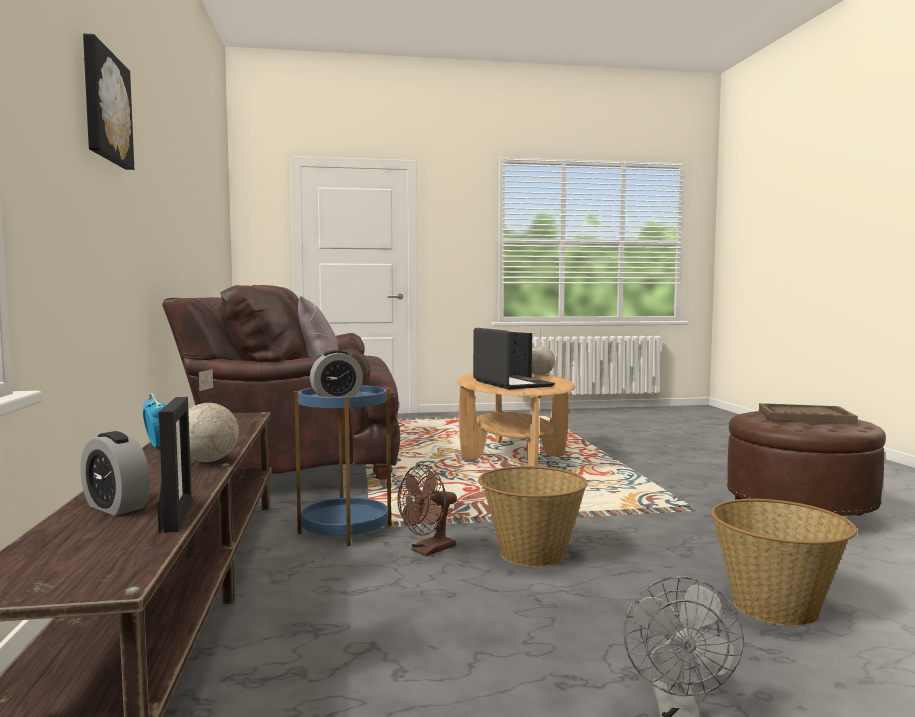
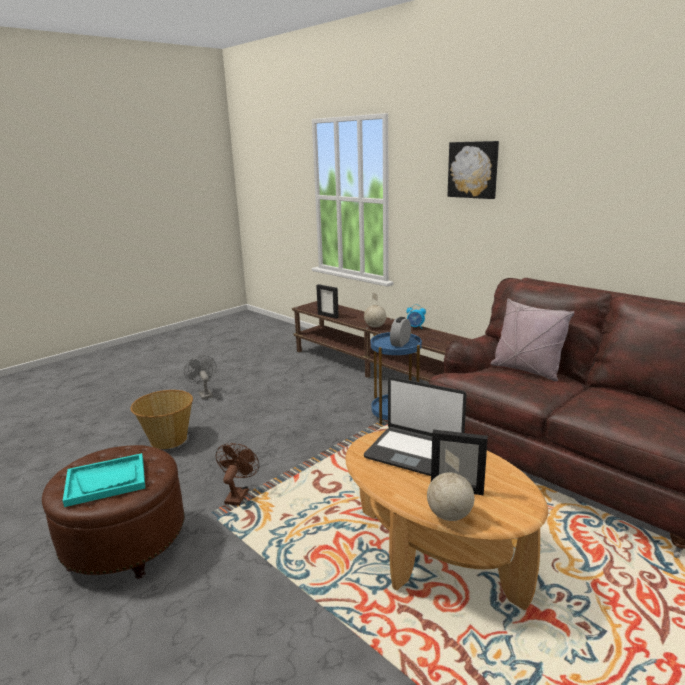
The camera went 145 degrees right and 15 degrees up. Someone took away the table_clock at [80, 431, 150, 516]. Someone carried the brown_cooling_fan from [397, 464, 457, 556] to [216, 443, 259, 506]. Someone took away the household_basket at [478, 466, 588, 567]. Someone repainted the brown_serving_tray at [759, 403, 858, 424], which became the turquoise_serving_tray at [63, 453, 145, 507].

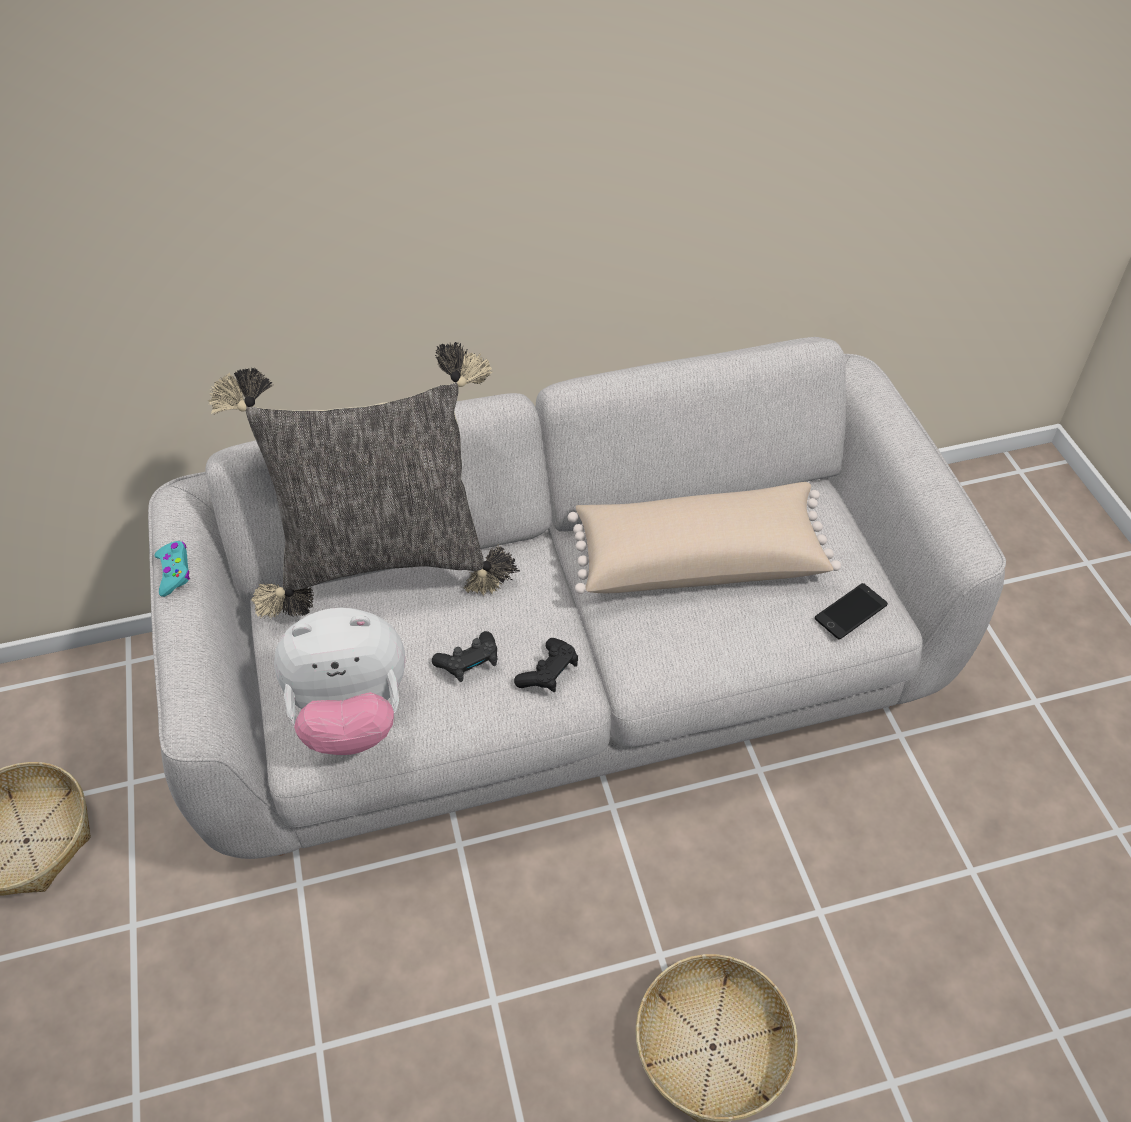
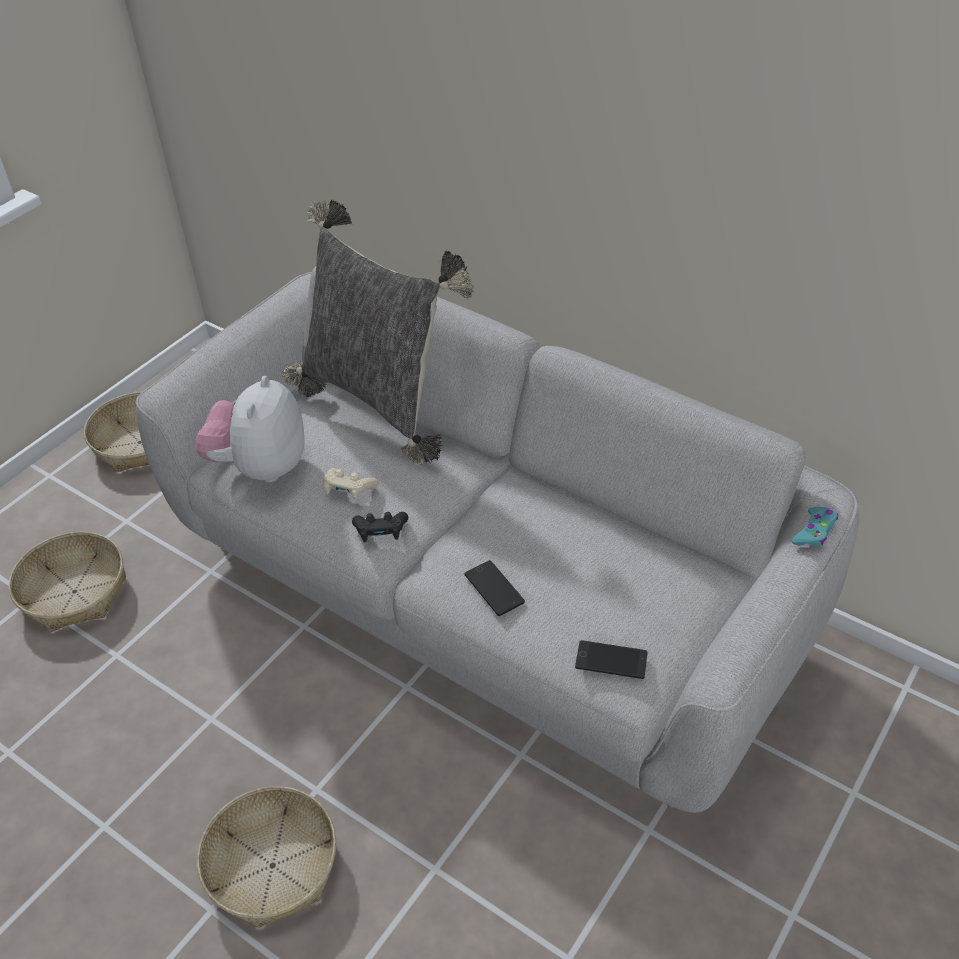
The camera went 50 degrees right and 5 degrees down. Someone carried the turquoise_gamepad from [154, 541, 190, 597] to [792, 507, 838, 546]. Someone rotated the plush_toy at [274, 608, 405, 755] by 60 degrees clockwise. Someone repainted the black-coloured_gamepad at [432, 631, 497, 682], which became the beige_gamepad at [323, 468, 379, 501]. Someone took away the beige_pillow at [568, 482, 841, 594]. Someone put down the household_basket at [9, 531, 126, 632]. Someone put down the telephone at [464, 560, 525, 616].

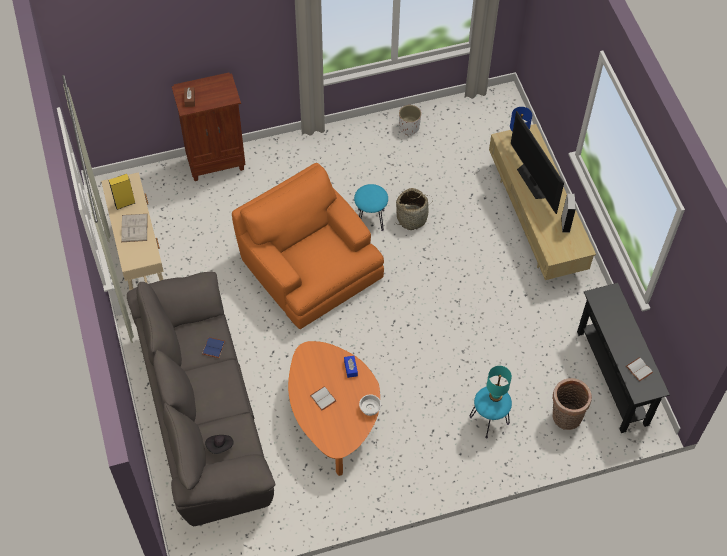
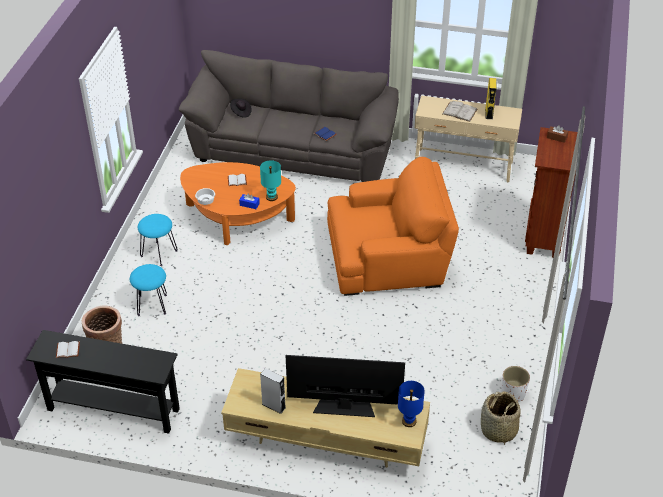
The camera went 120 degrees right and 15 degrees down. Someone carried the turquoise_stool_seat from [354, 184, 388, 231] to [138, 214, 178, 266]. Someone carried the household_basket from [396, 188, 431, 230] to [481, 391, 520, 445]. Someone carried the turquoise_table_lamp from [487, 366, 512, 402] to [260, 160, 281, 201].

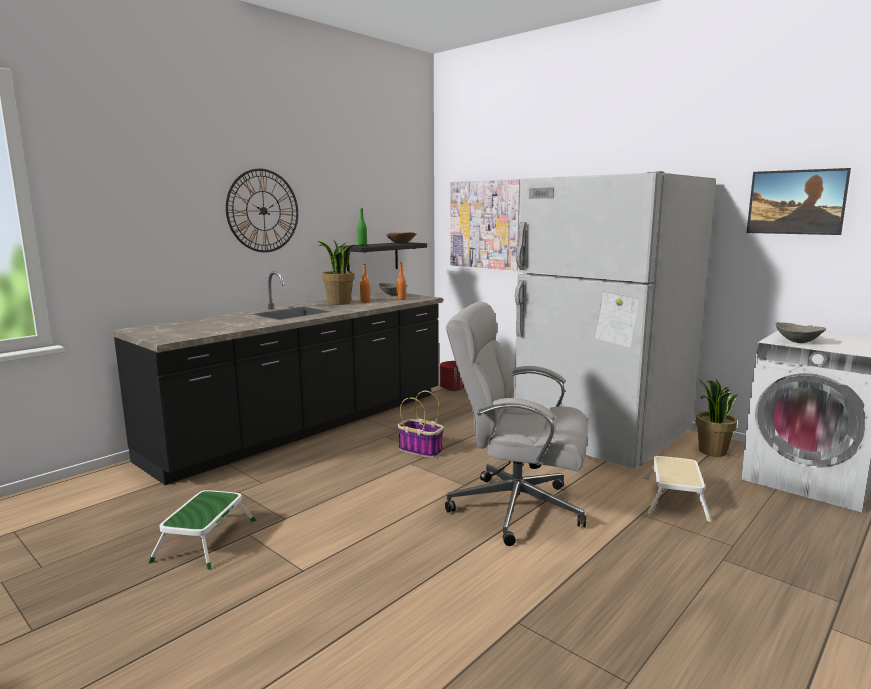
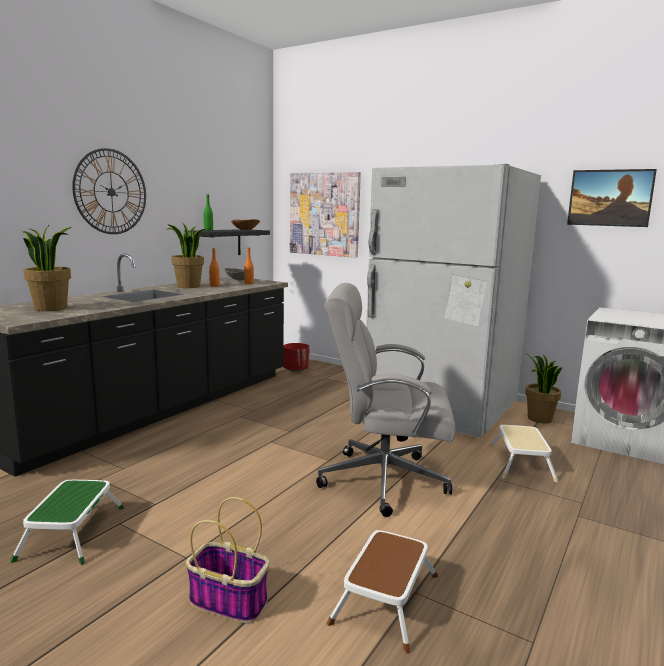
The camera went 10 degrees left and 0 degrees up. Someone carried the household_basket from [397, 391, 444, 458] to [186, 497, 269, 624]. Someone took away the gray_deep_dish at [776, 322, 826, 343]. Someone put down the houseplant at [22, 225, 72, 311]. Someone put down the brown_stepladder at [327, 530, 438, 653].

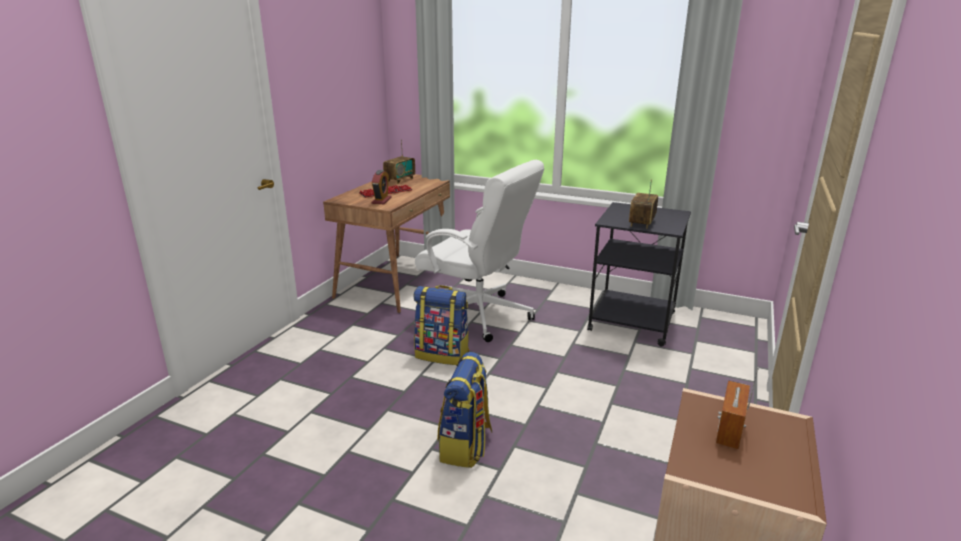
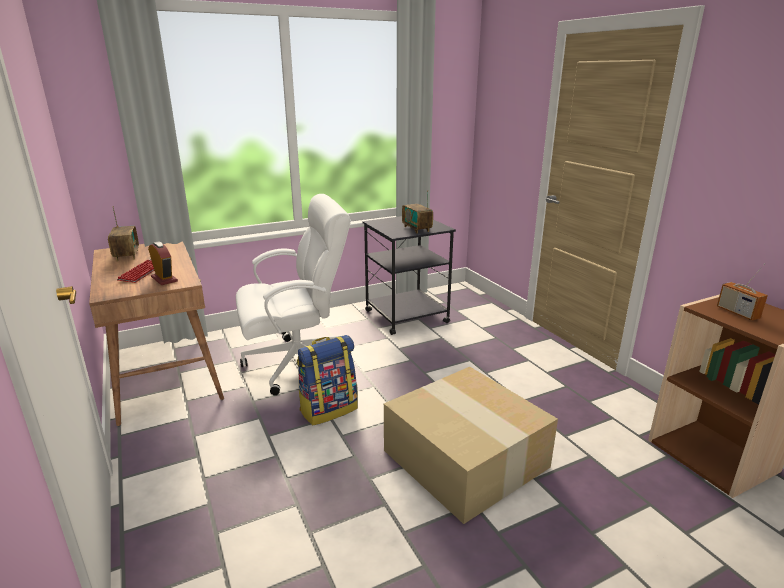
The camera went 50 degrees left and 0 degrees up. Someone swapped the knapsack at [438, 352, 492, 468] for the packing_box at [384, 367, 558, 524].

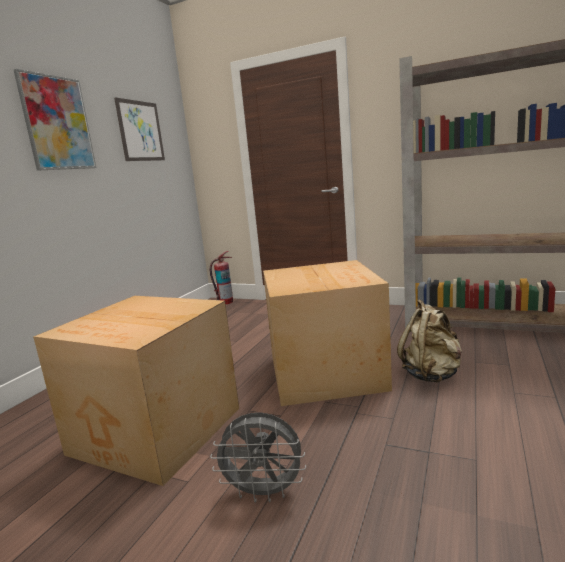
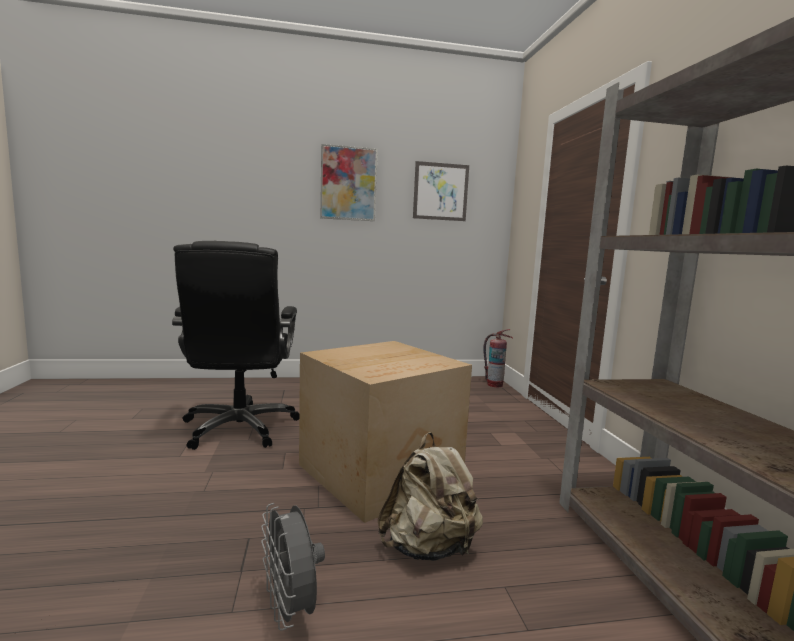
The camera went 55 degrees right and 5 degrees down. Someone swapped the packing_box at [33, 296, 239, 486] for the black-coloured_computer_chair at [172, 241, 299, 450]. Someone carried the gray_cooling_fan from [210, 413, 306, 503] to [261, 503, 325, 631].

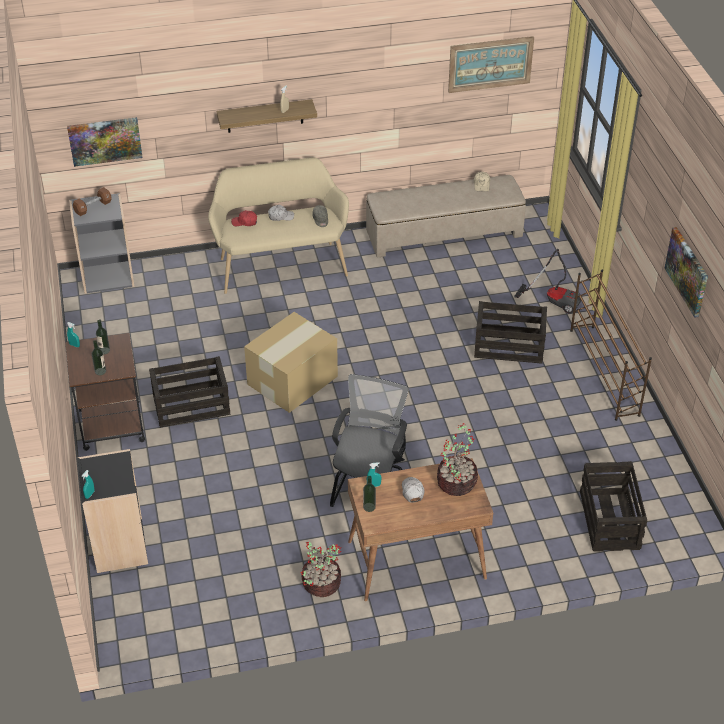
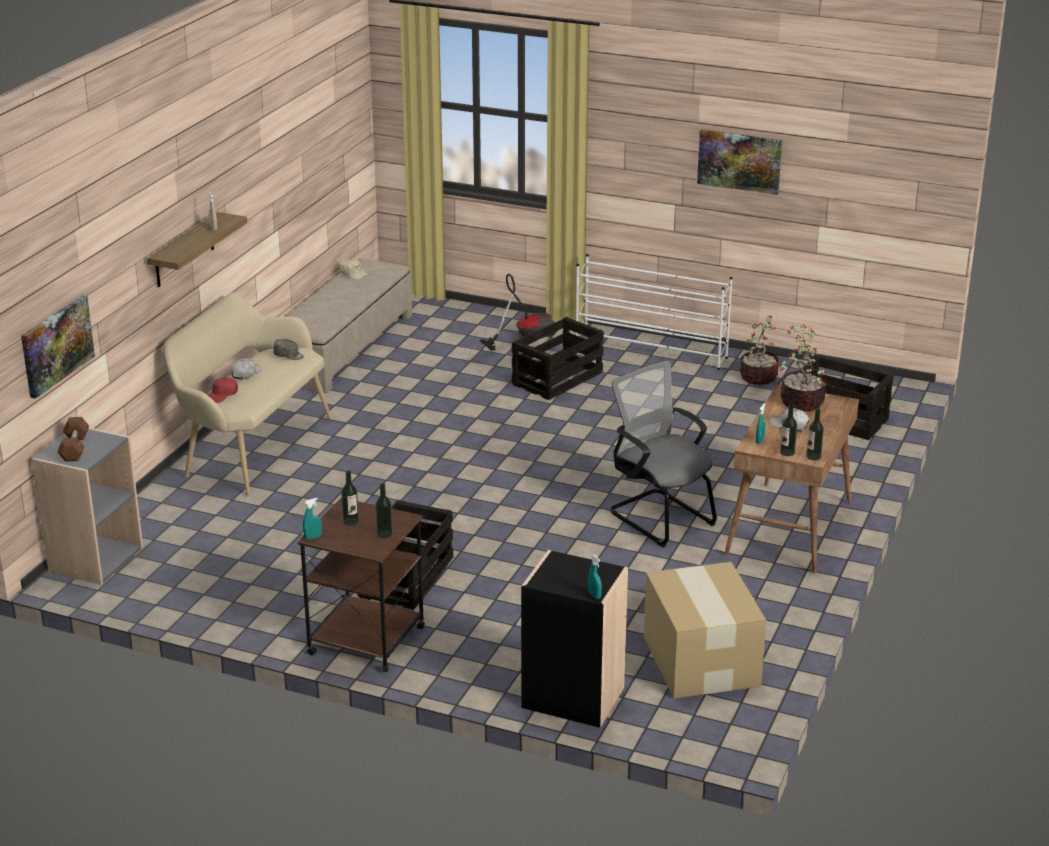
The camera went 55 degrees left and 15 degrees down. Someone carried the packing_box from [244, 312, 338, 413] to [644, 562, 766, 699]. Someone carried the houseplant from [301, 542, 341, 597] to [740, 315, 779, 385]. Someone took away the picture at [448, 36, 534, 93]. Someone repainted the brown_shoe_stand at [570, 270, 652, 421], which became the white_shoe_stand at [576, 254, 733, 370]. Someone put down the beverage_bottle at [806, 408, 824, 460].

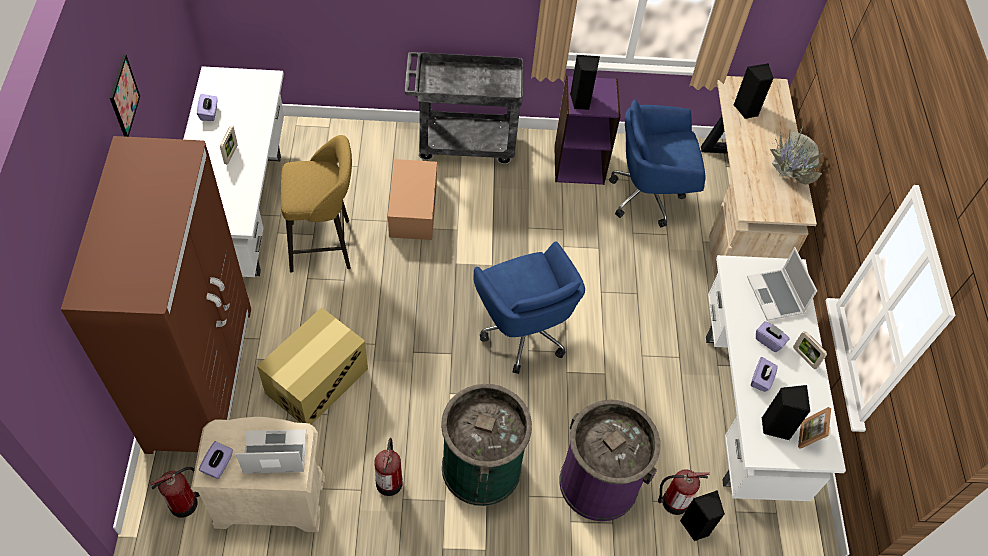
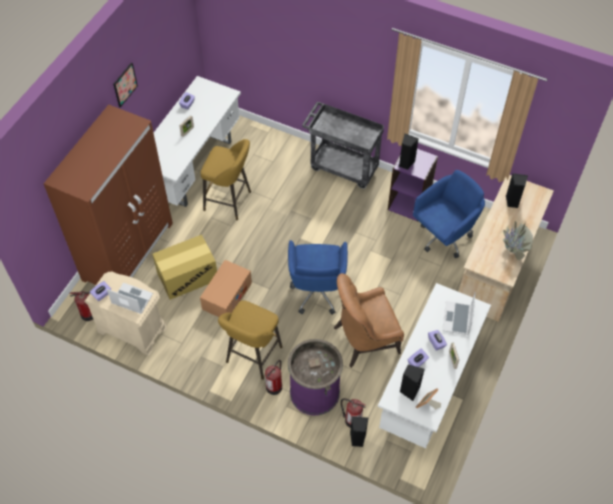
The camera went 30 degrees right and 0 degrees up. Someone carried the extinguisher from [374, 438, 403, 496] to [265, 360, 282, 395]. Someone carried the packing_box from [388, 159, 437, 240] to [200, 260, 252, 317]. Someone swapped the green_rubbish_bin at [441, 384, 532, 506] for the yellow_stool_seat at [218, 300, 283, 380]. Someone rotated the blue-coloured_computer_chair at [609, 100, 705, 227] by 120 degrees clockwise. Someone put down the brown_chair at [334, 273, 404, 368].

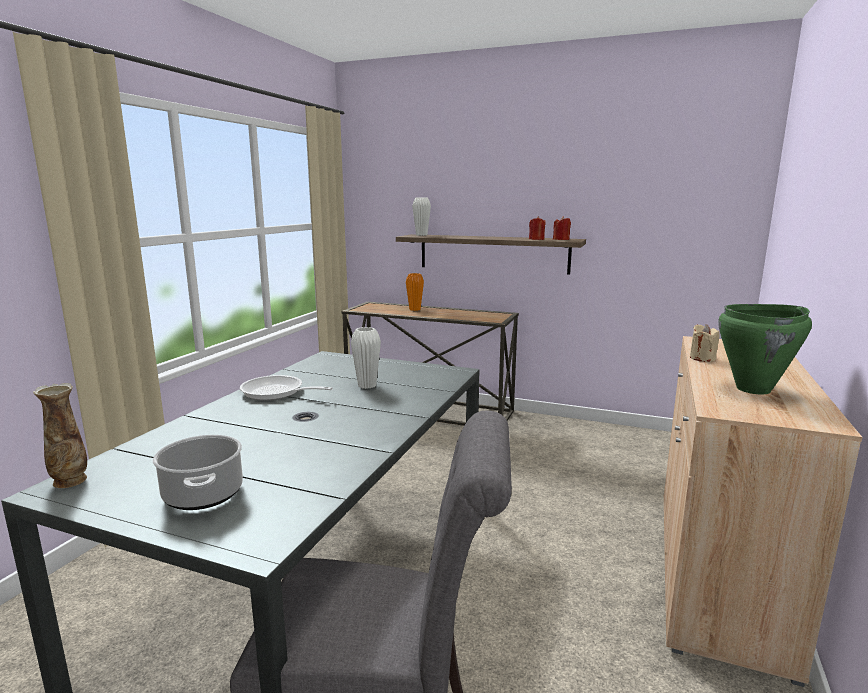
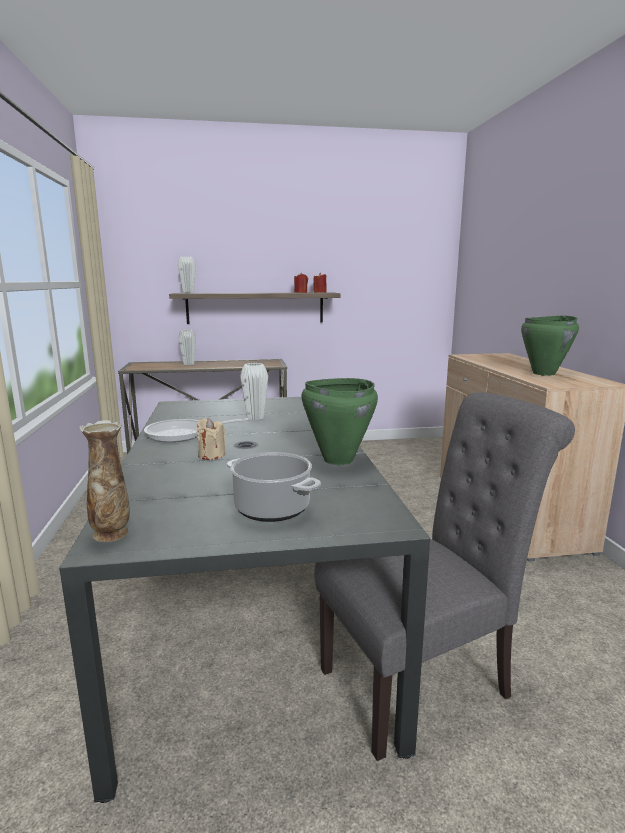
The camera went 30 degrees left and 0 degrees up. Someone repainted the orange-coloured_decorative_vase at [406, 273, 424, 311], which became the white_decorative_vase at [178, 329, 196, 365]. Someone carried the beige_candle from [690, 324, 720, 362] to [197, 418, 226, 460]. Someone put down the green_cooking_pot at [302, 378, 378, 465].

